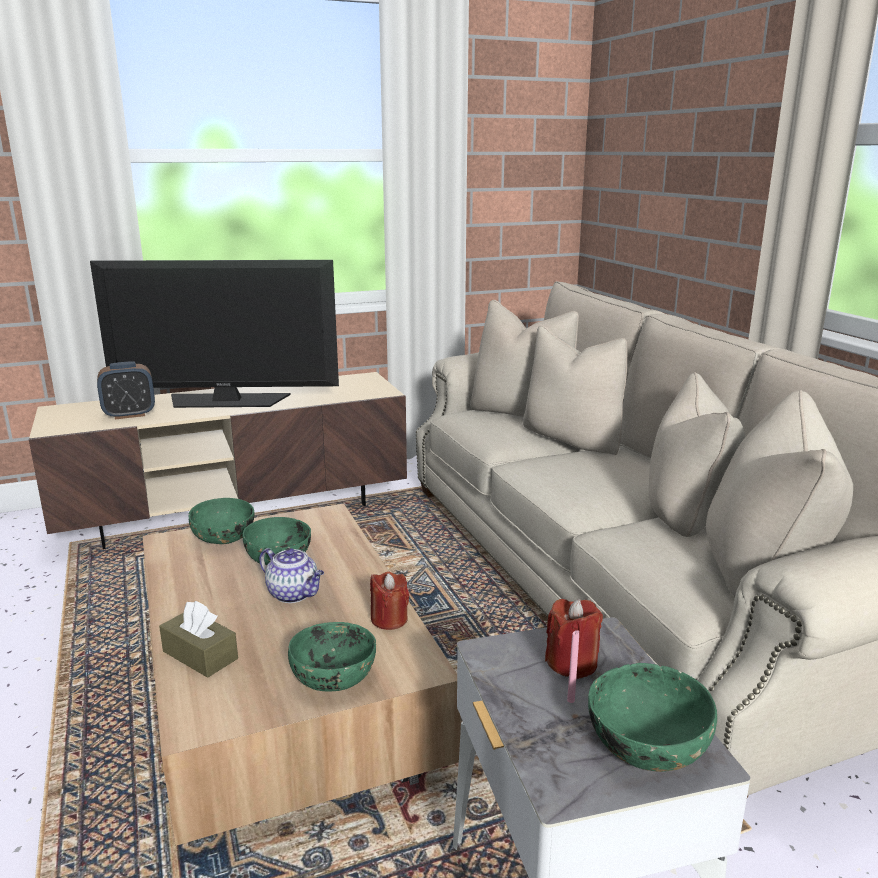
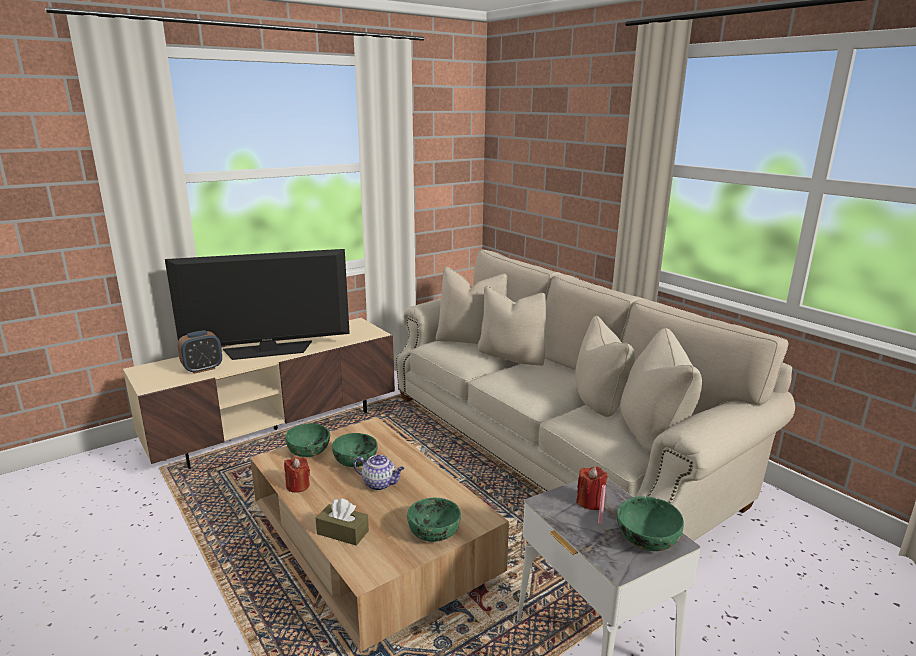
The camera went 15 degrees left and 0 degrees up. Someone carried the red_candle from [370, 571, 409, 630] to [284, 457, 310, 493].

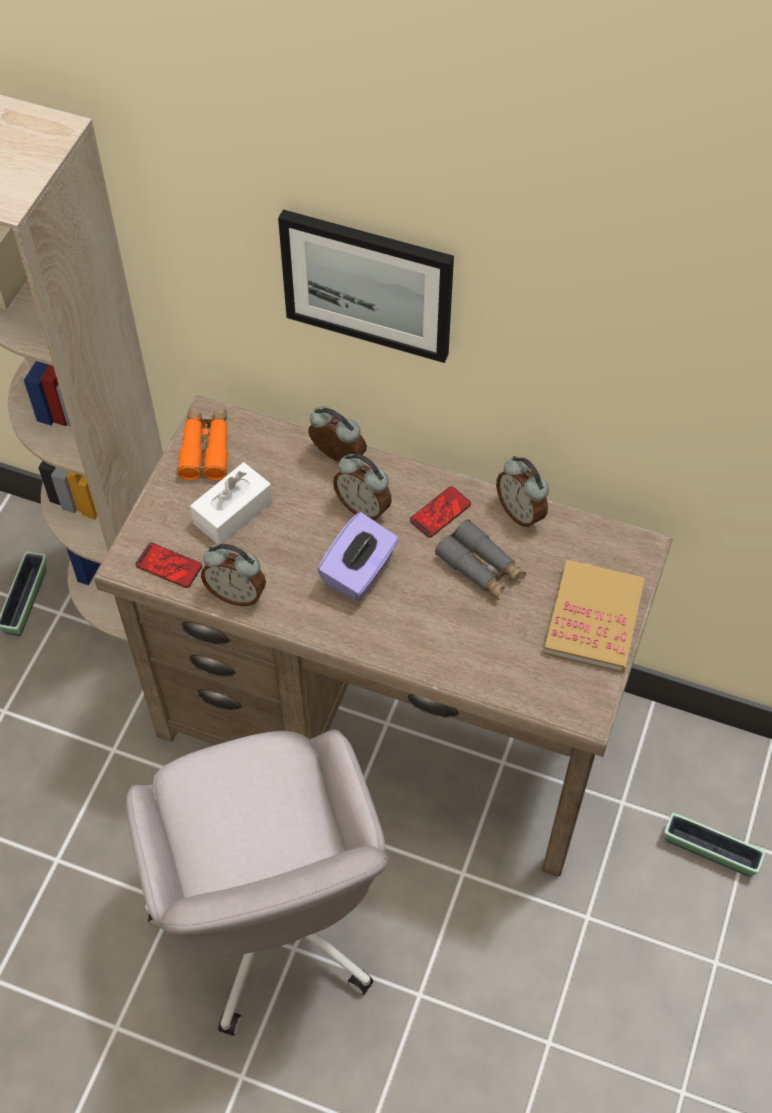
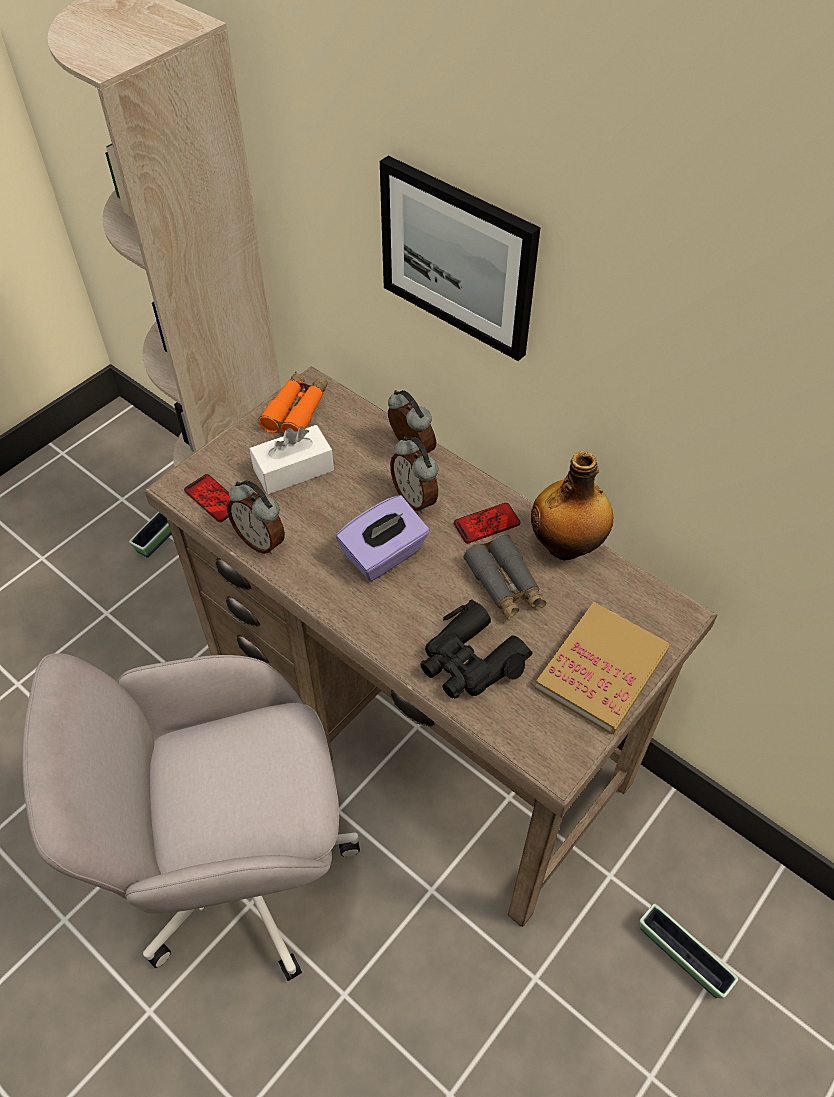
The camera went 20 degrees right and 5 degrees down. Someone rotated the gray_computer_chair at [126, 730, 387, 1036] by 75 degrees clockwise. Someone swapped the table_clock at [496, 456, 549, 528] for the beverage_bottle at [531, 451, 613, 561]. Someone put down the black-coloured_binoculars at [420, 599, 533, 699].

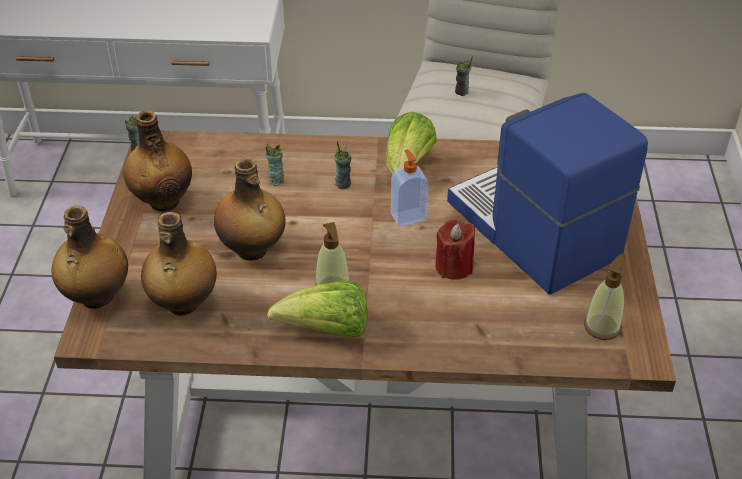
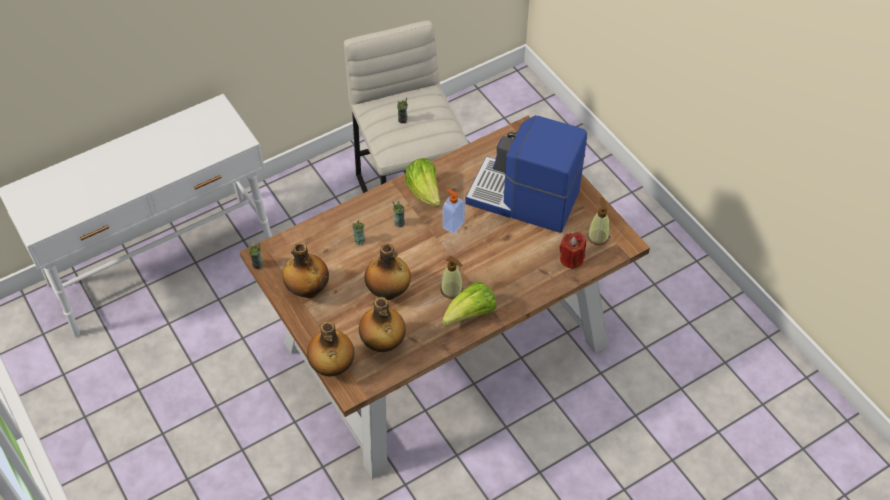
The camera went 35 degrees left and 10 degrees up. Someone carried the red_candle from [435, 220, 475, 280] to [560, 232, 586, 269].

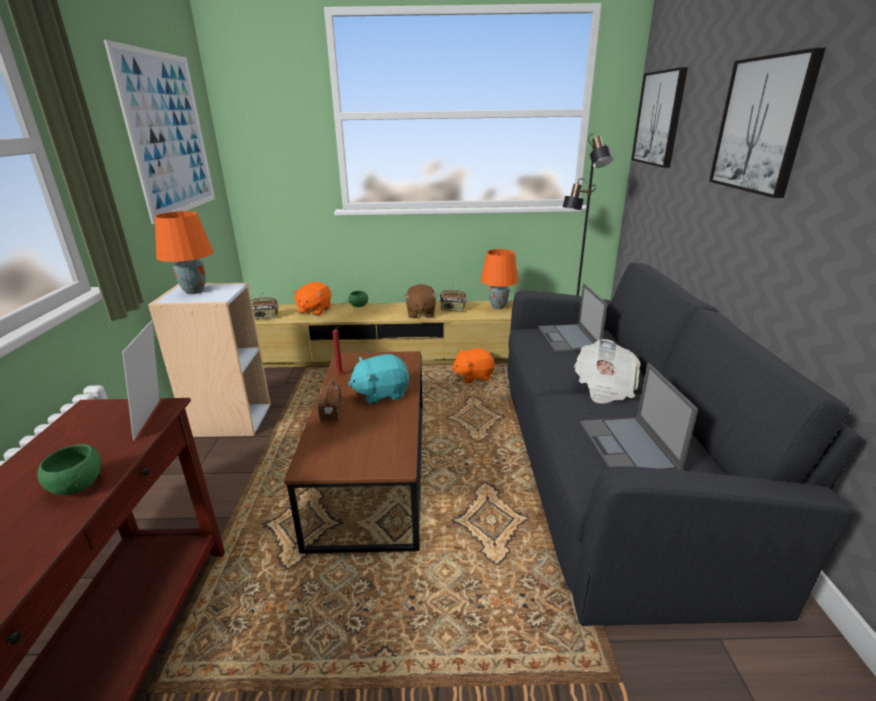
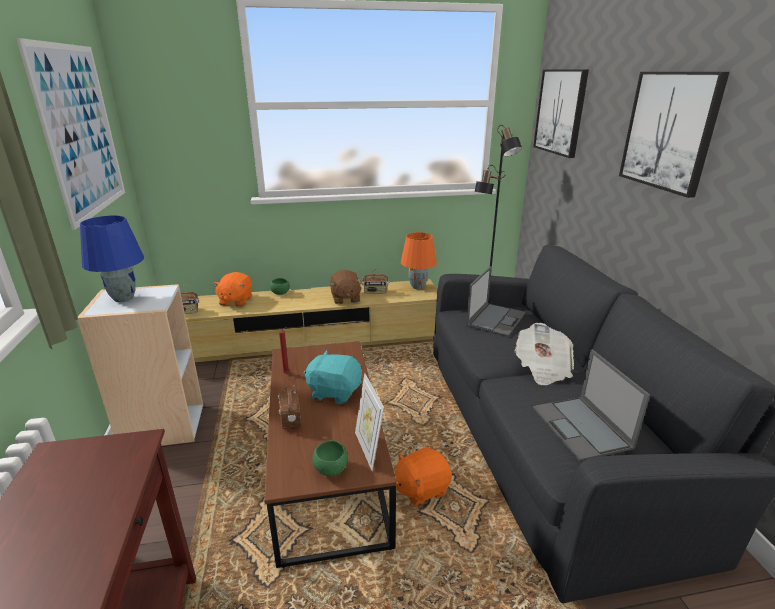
The camera went 10 degrees left and 0 degrees up. Someone carried the green_deep_dish from [38, 444, 102, 495] to [312, 440, 348, 476]. Someone carried the picture_frame from [122, 320, 160, 440] to [355, 373, 384, 471]. Someone repainted the orange-coloured_table_lamp at [155, 211, 214, 294], which became the blue-coloured_table_lamp at [80, 215, 144, 302]. Someone rotated the turquoise_plush_toy at [348, 354, 409, 405] by 45 degrees clockwise. Someone carried the orange-coloured_plush_toy from [452, 348, 495, 383] to [395, 447, 452, 506]. Someone rotated the laptop at [538, 284, 608, 352] by 135 degrees counterclockwise.

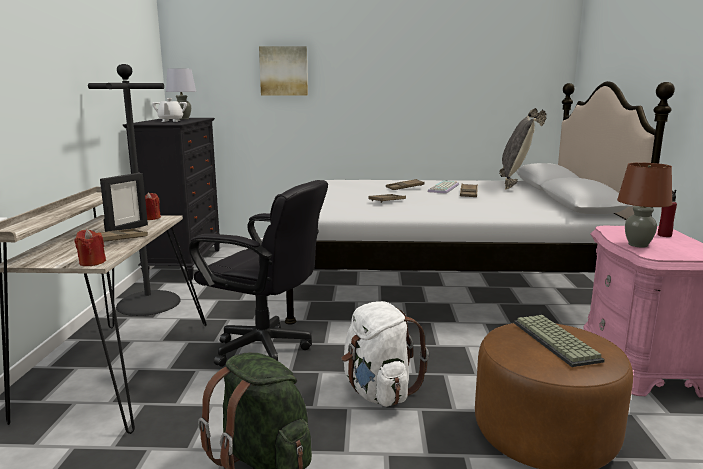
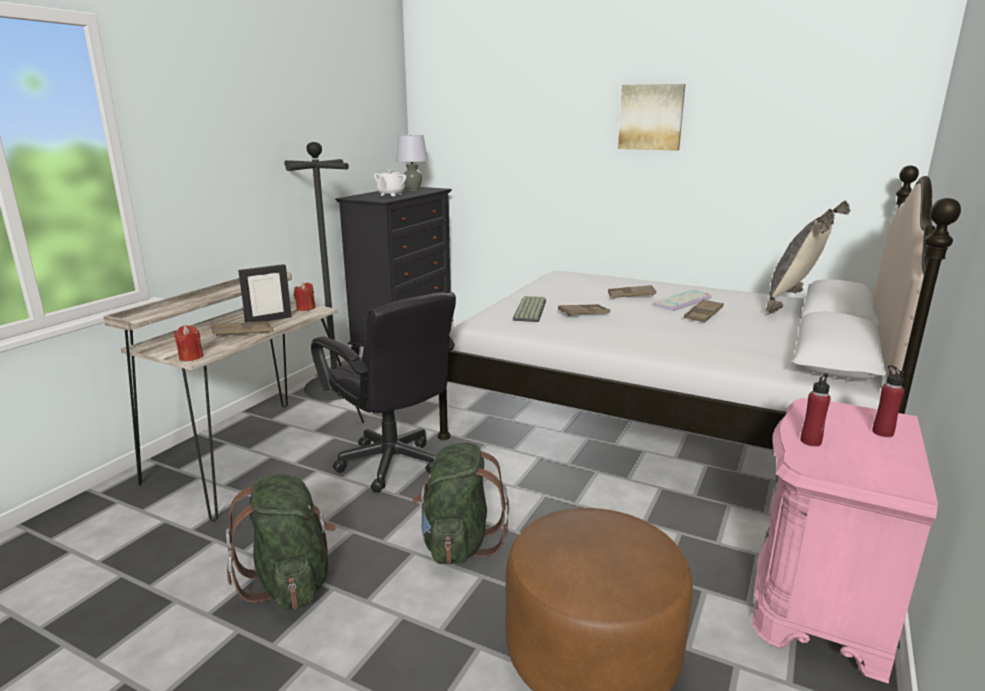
The camera went 25 degrees right and 5 degrees up. Someone carried the picture from [259, 46, 308, 96] to [618, 84, 686, 151]. Someone repainted the white_knapsack at [342, 301, 429, 407], which became the green_knapsack at [412, 443, 509, 565]. Someone carried the keyboard from [514, 315, 605, 367] to [513, 296, 546, 322]. Someone swapped the brown_table_lamp at [617, 163, 672, 248] for the red_beverage_bottle at [801, 373, 831, 446].

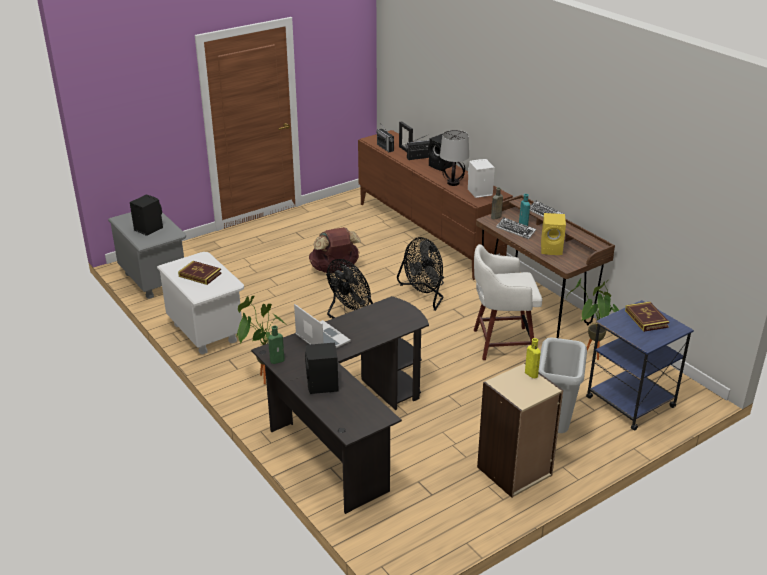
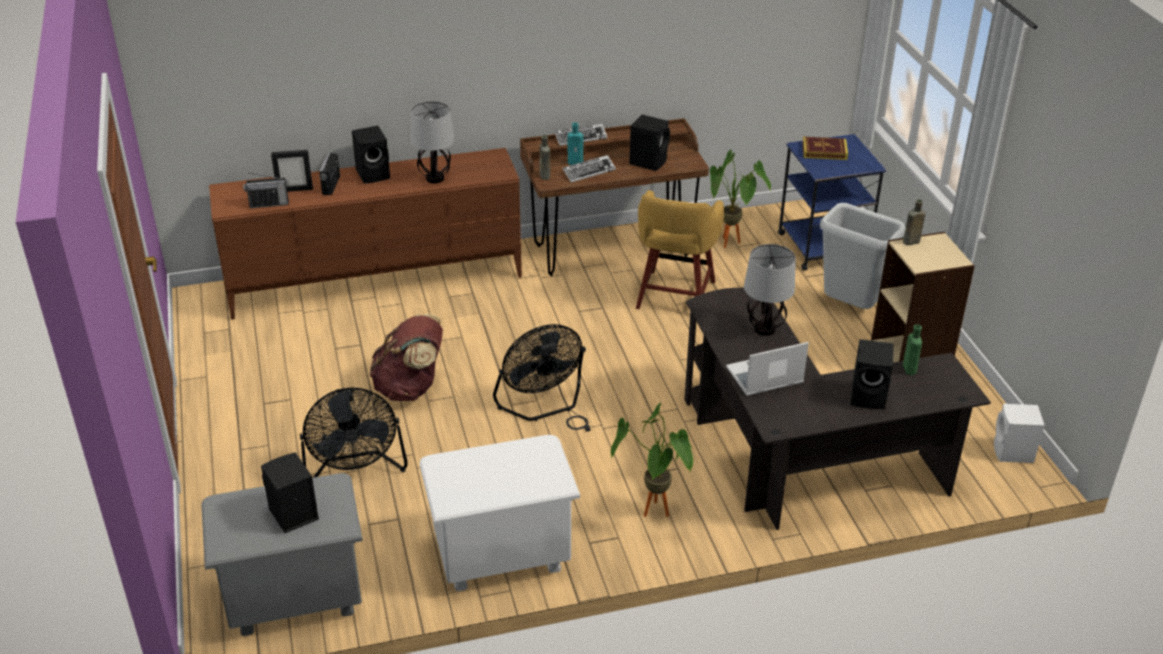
The camera went 70 degrees left and 5 degrees up. Someone took away the book at [178, 261, 222, 285]. Someone carried the green_beverage_bottle from [268, 326, 285, 364] to [903, 324, 922, 375]. Someone carried the black-coloured_cooling_fan from [397, 237, 445, 311] to [300, 388, 408, 478]. Someone carried the white_audio_speaker from [468, 159, 495, 198] to [994, 404, 1045, 463]. Someone repainted the white_stool_seat at [474, 244, 542, 360], which became the yellow_stool_seat at [636, 190, 724, 309]. Someone repainted the yellow_beverage_bottle at [525, 338, 541, 378], which became the brown_beverage_bottle at [903, 199, 926, 245]. Someone repainted the yellow_audio_speaker at [541, 213, 566, 255], which became the black-coloured_audio_speaker at [629, 115, 670, 171]. Someone put down the table_lamp at [744, 244, 796, 336].

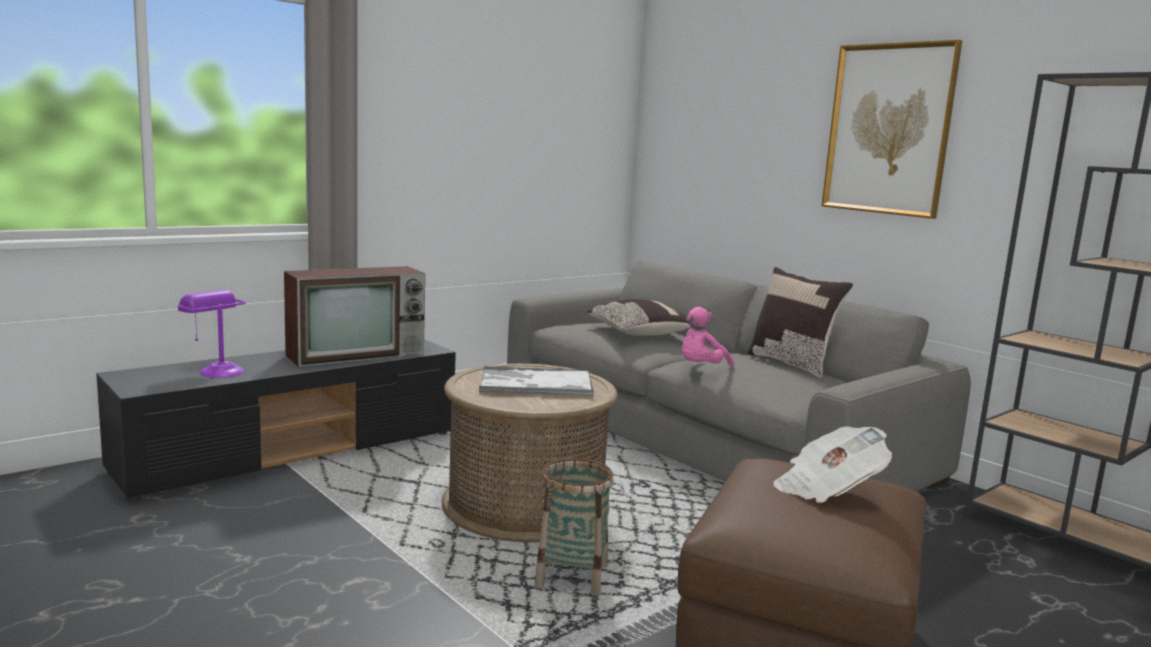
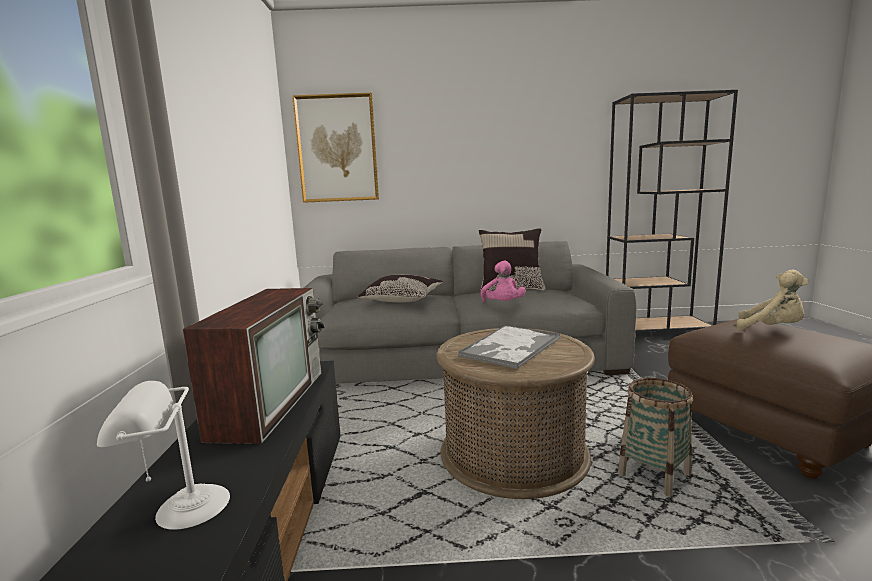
The camera went 50 degrees left and 0 degrees up. Someone repainted the purple_table_lamp at [178, 290, 246, 378], which became the white_table_lamp at [97, 381, 230, 530]. Someone swapped the daily_paper at [773, 426, 892, 503] for the beige_plush_toy at [736, 270, 809, 331]. Someone carried the picture from [822, 40, 962, 219] to [292, 93, 379, 203].

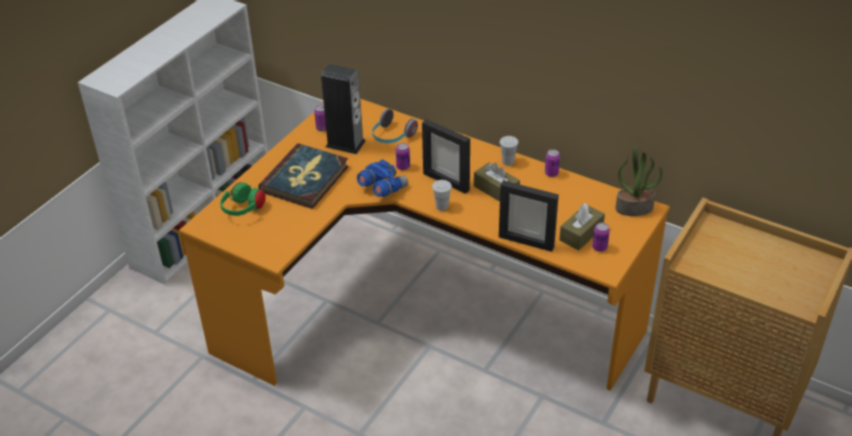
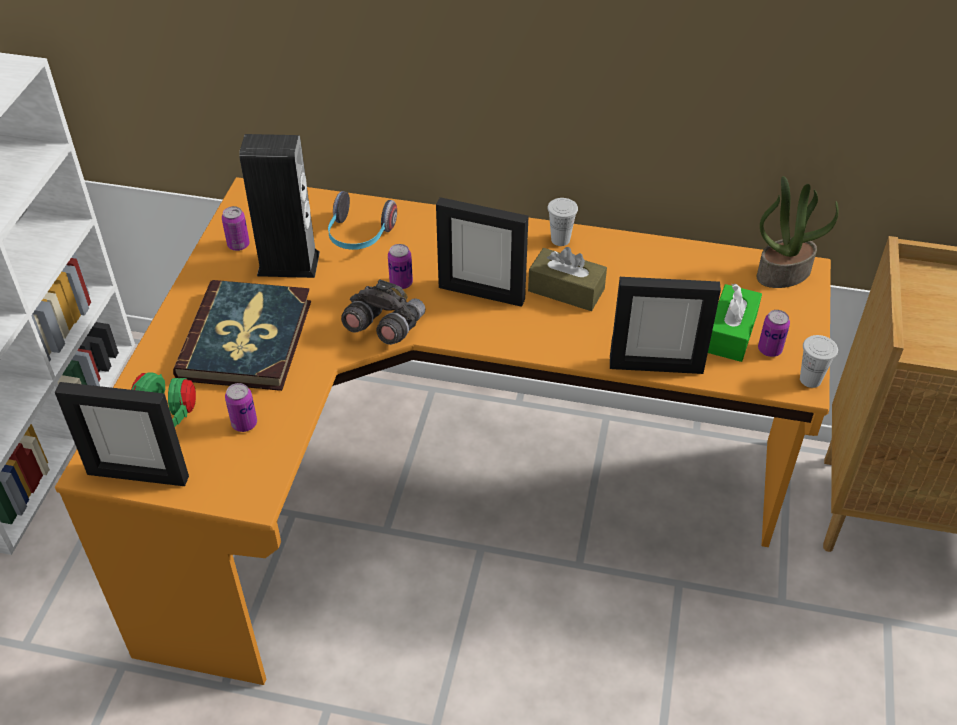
The camera went 20 degrees left and 5 degrees up. Someone repainted the blue-coloured_binoculars at [357, 159, 408, 197], which became the gray_binoculars at [341, 279, 425, 345]. Someone carried the white_small_cup from [432, 180, 452, 211] to [800, 335, 838, 388]. Someone carried the sealed_can from [545, 149, 560, 177] to [225, 383, 257, 432]. Someone repainted the brown_tissue_holder at [559, 203, 605, 250], which became the green_tissue_holder at [708, 284, 762, 362]. Someone put down the picture_frame at [55, 382, 189, 486].

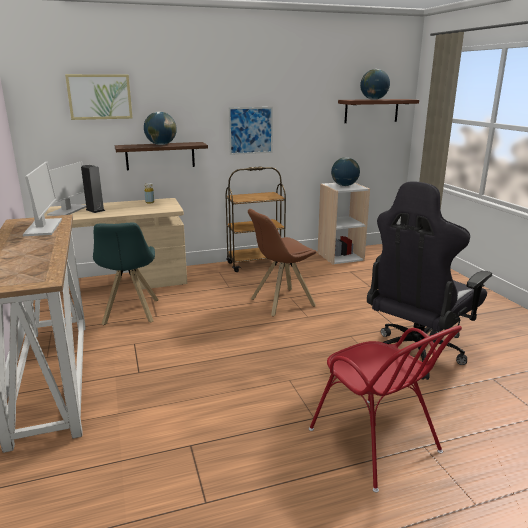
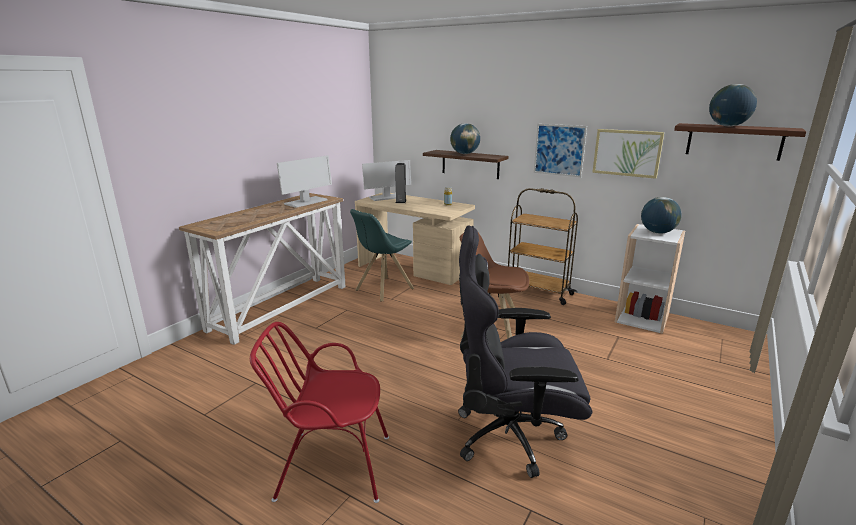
The camera went 50 degrees right and 0 degrees up. Someone carried the picture from [65, 74, 133, 120] to [592, 129, 664, 179]. Someone rotated the red_chair at [309, 325, 462, 492] by 75 degrees clockwise.

